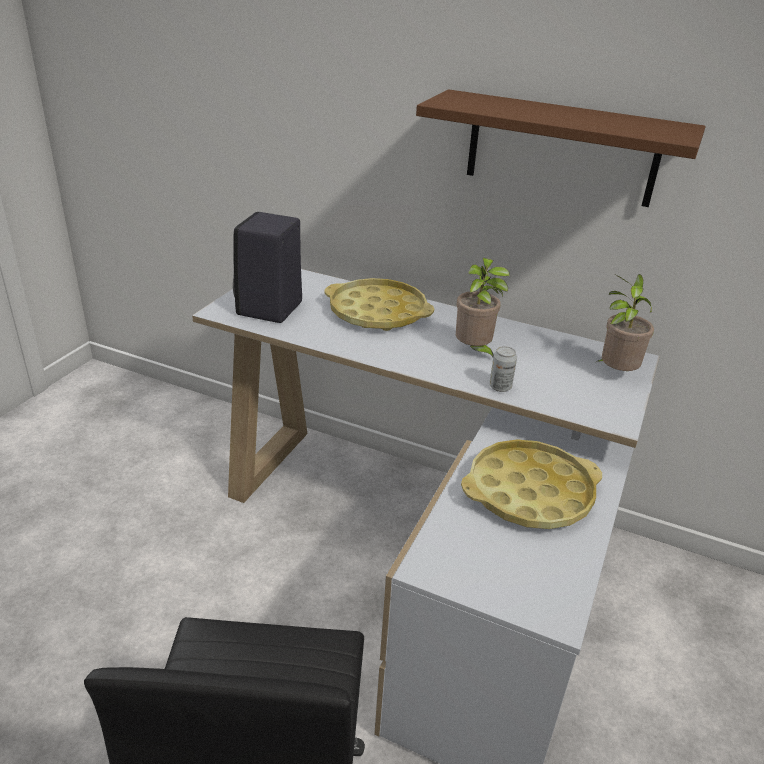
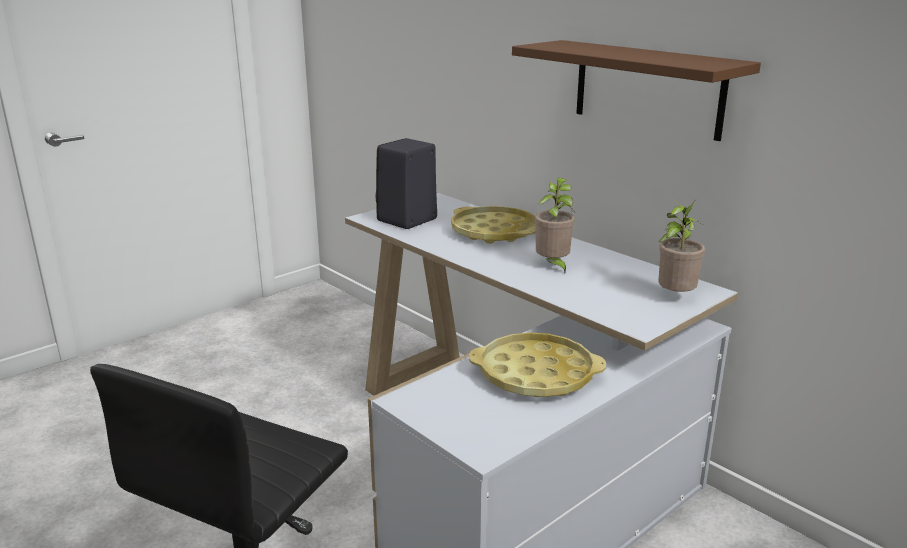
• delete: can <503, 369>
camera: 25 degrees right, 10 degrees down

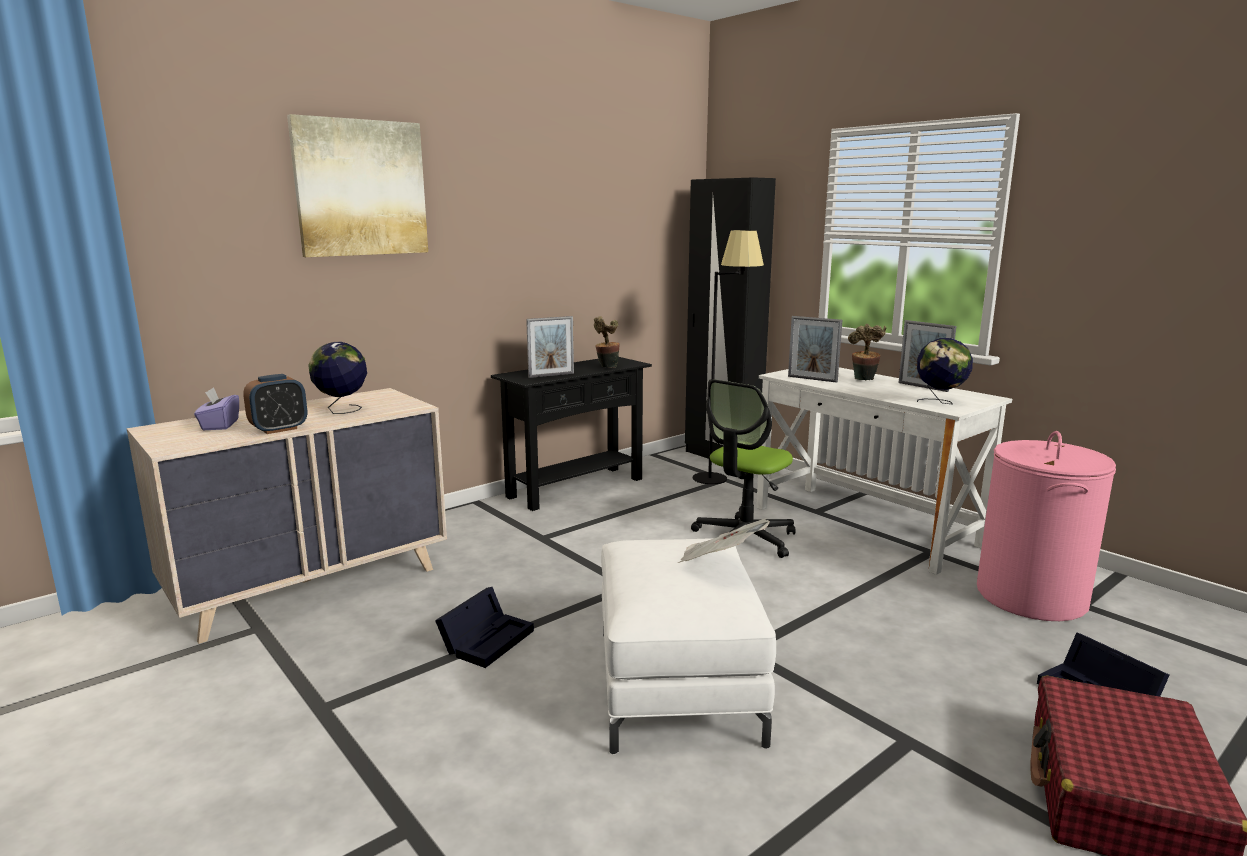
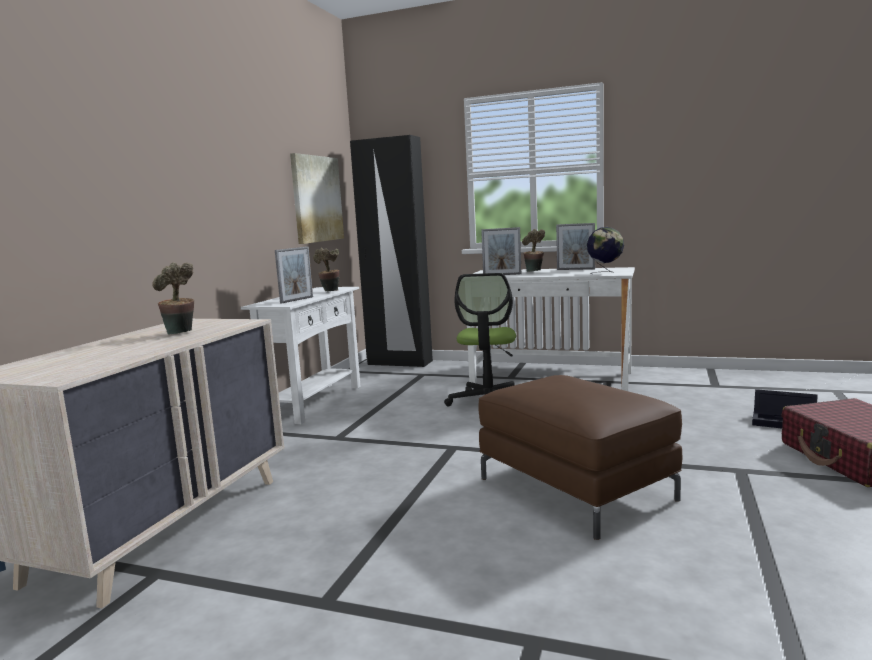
• delete: tissue box (purple) <216, 408>
• delete: alarm clock <275, 404>
• delete: storage box (black) <484, 627>
• delete: newspaper <724, 540>
• delete: floor lamp (black) <728, 357>
• delete: laundry basket (pink) <1046, 526>
• move: picture <357, 185> to <317, 198>
• replace: globe <337, 378> to potted plant <173, 298>
• recolor: console table (black) <571, 434> to console table (white) <301, 355>
• recolor: ottoman (white) <688, 646> to ottoman (brown) <581, 457>
camera: 30 degrees left, 5 degrees down

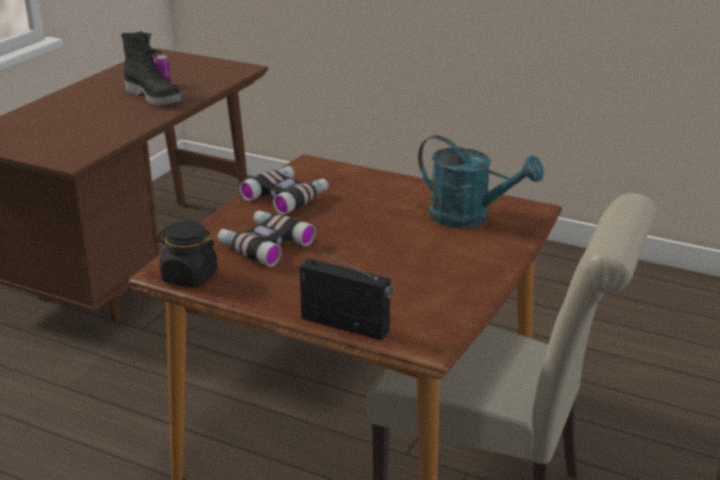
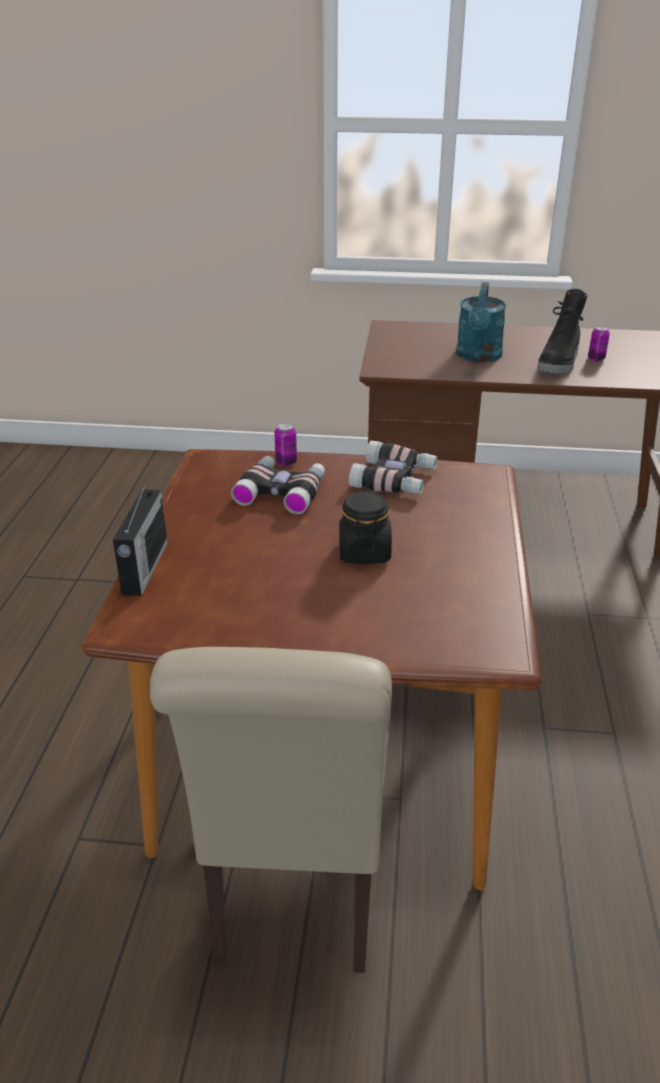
• insert: can <285, 444>
• move: jar (black) <187, 254> to <365, 527>
• move: watering can (turquoise) <481, 181> to <481, 322>
camera: 70 degrees right, 5 degrees up

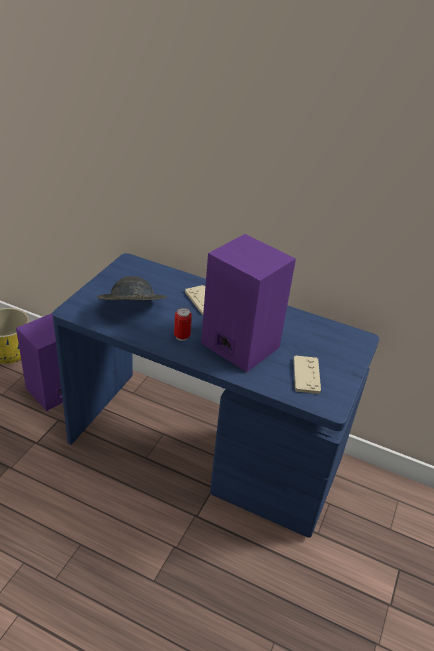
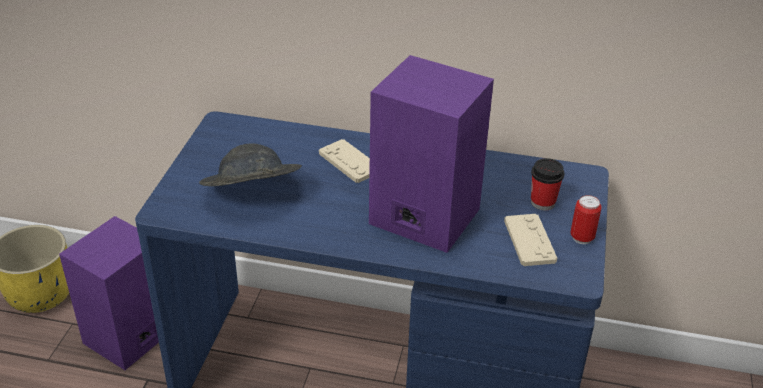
• insert: cup <547, 184>
• move: can <183, 324> to <586, 219>
camera: 10 degrees left, 0 degrees up

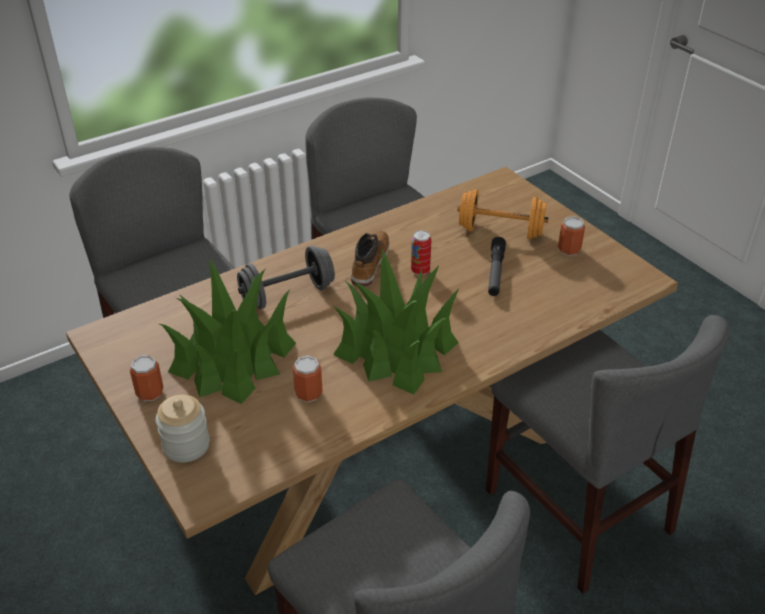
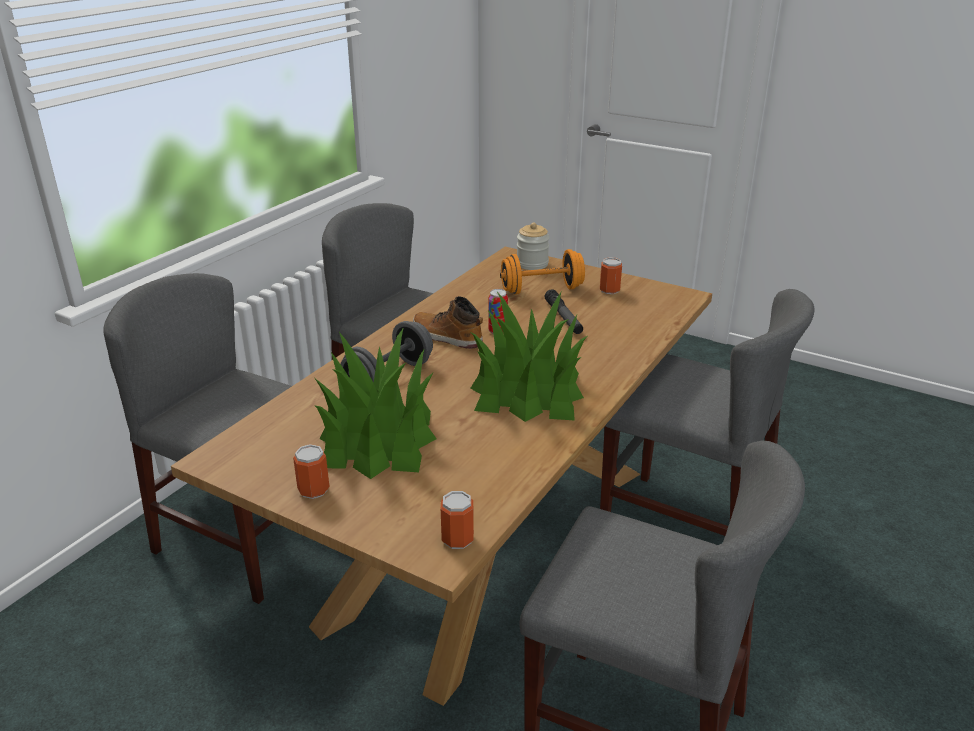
• move: jar <183, 428> to <533, 246>
• move: can <308, 379> to <457, 520>
• rotate: boot <370, 258> = <448, 322> 45 degrees counterclockwise
camera: 25 degrees left, 10 degrees down

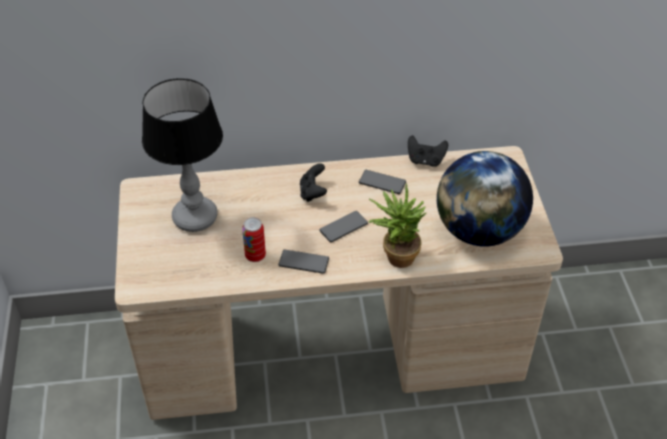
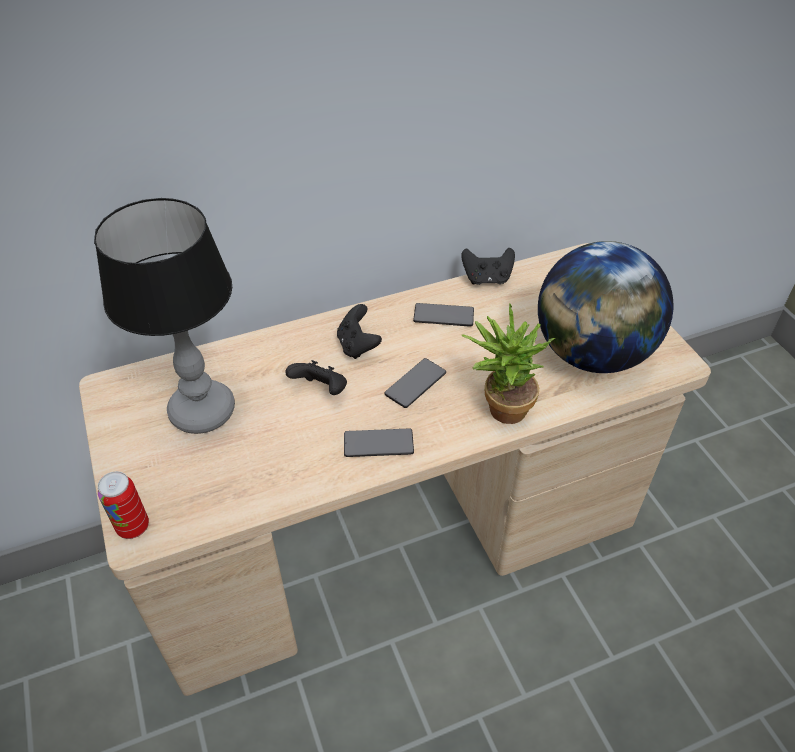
• insert: game controller (black) <316, 377>
• move: can <254, 239> to <123, 505>
camera: 15 degrees left, 0 degrees up

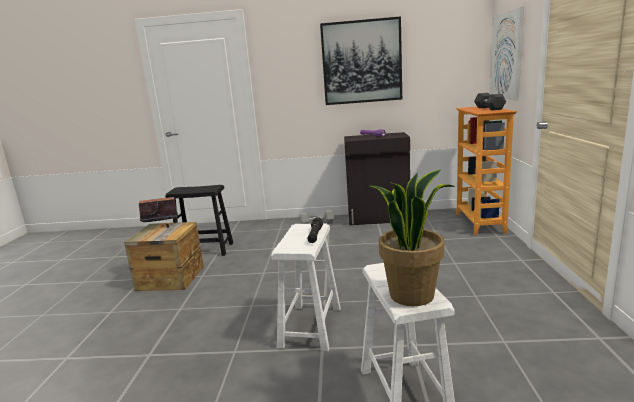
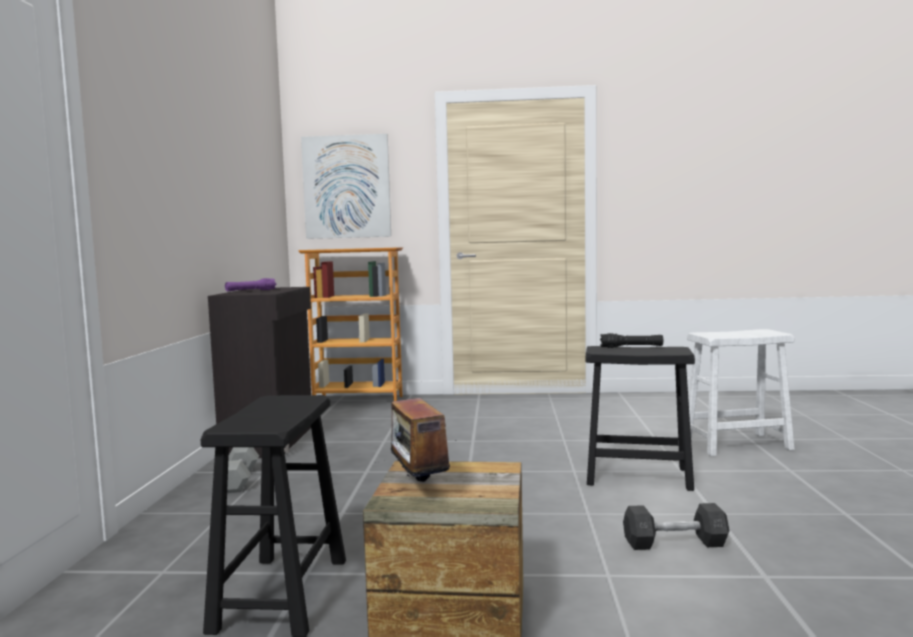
• delete: picture <361, 60>
• delete: potted plant <413, 238>
• move: dumbbell (grey) <490, 101> to <676, 526>
• recolor: stool (white) <306, 287> to stool (black) <640, 418>
camera: 90 degrees left, 10 degrees down

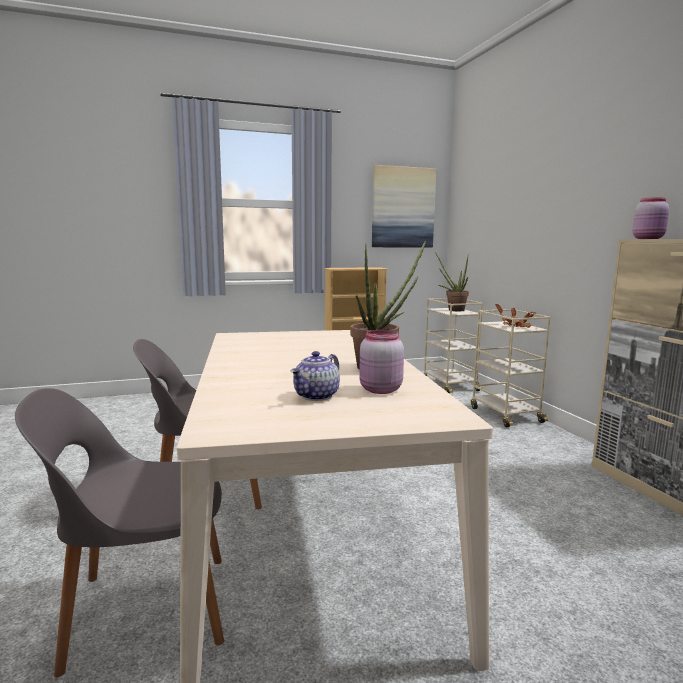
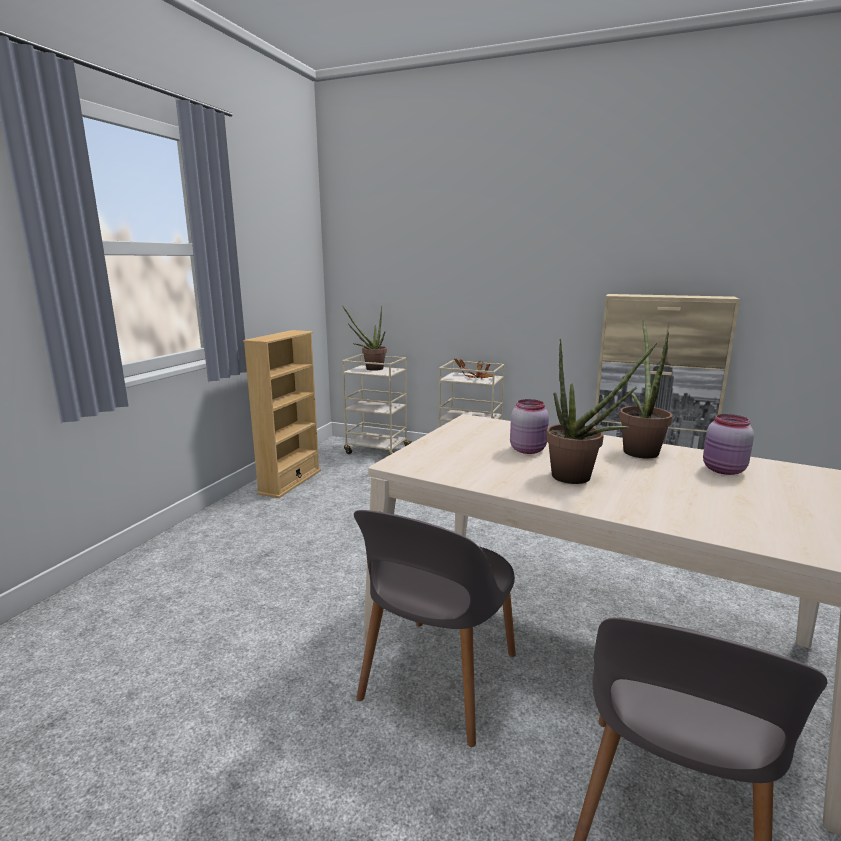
• delete: teapot <315, 376>
• delete: picture <404, 206>
• insert: potted plant <601, 411>
• move: jar (pink) <650, 218> to <529, 426>
camera: 50 degrees left, 5 degrees up

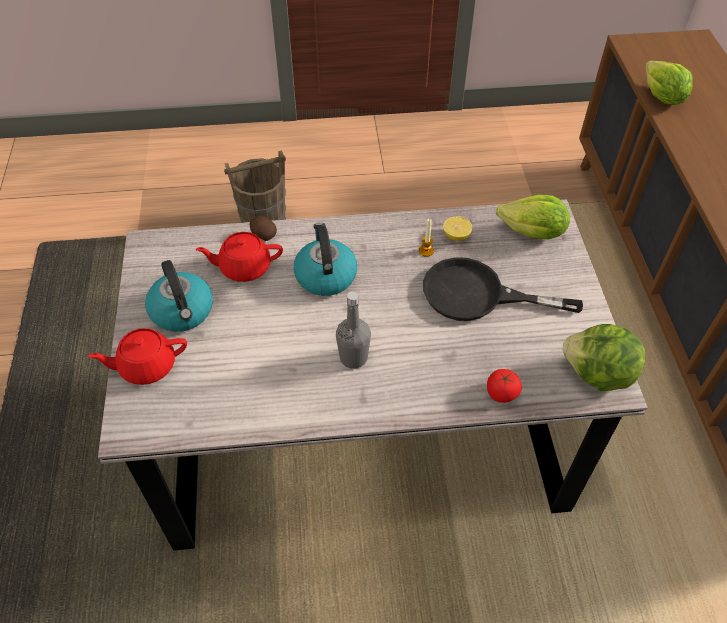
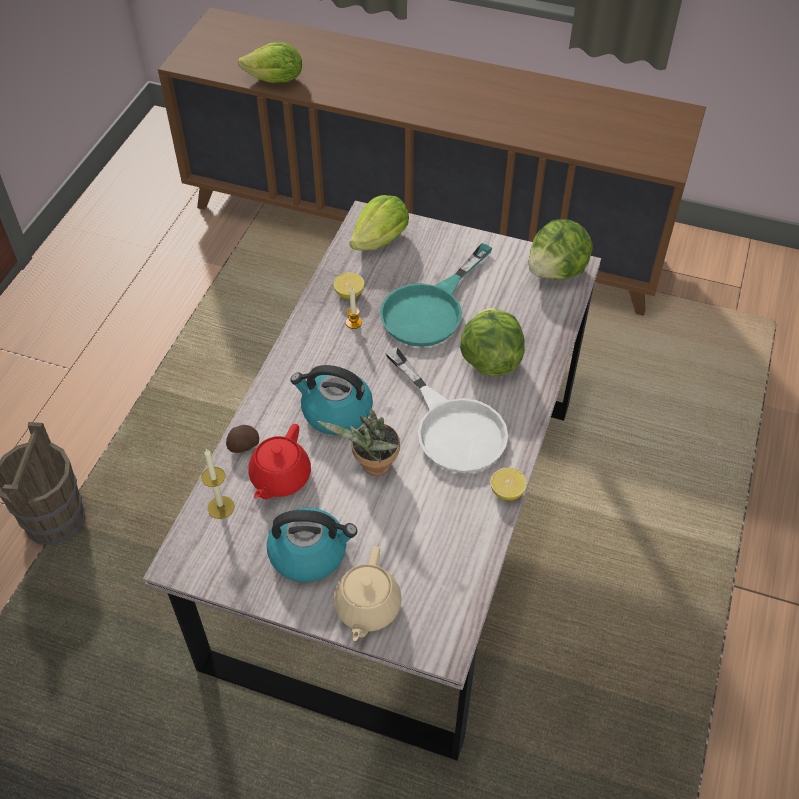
• delete: tomato <504, 386>
• insert: candle <218, 484>
• insert: potted plant <358, 442>
• insert: lettuce <492, 342>
• insert: lemon <508, 484>
• replace: bottle (grey) <353, 330> to frying pan (white) <447, 410>
• recolor: teapot (red) <137, 356> to teapot (beige) <367, 593>
• recolor: frying pan (black) <503, 289> to frying pan (turquoise) <436, 295>
camera: 65 degrees left, 0 degrees up

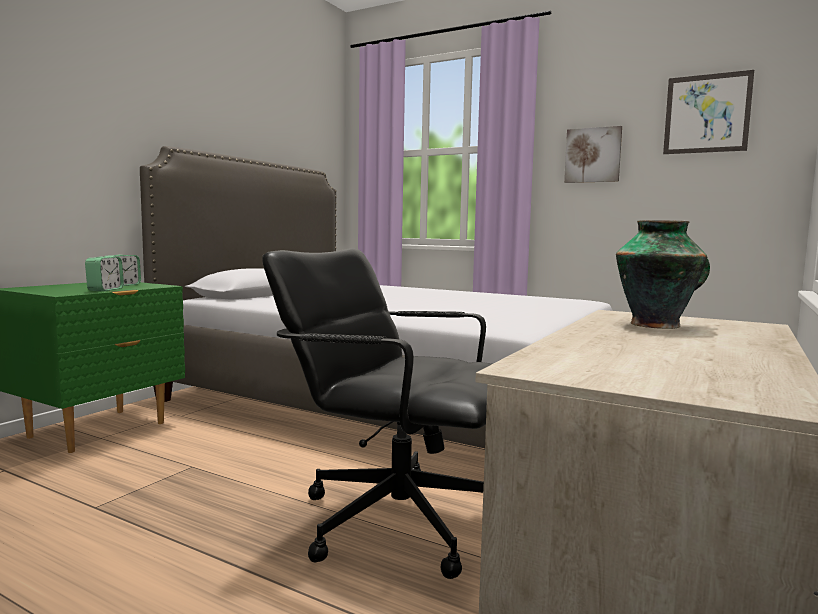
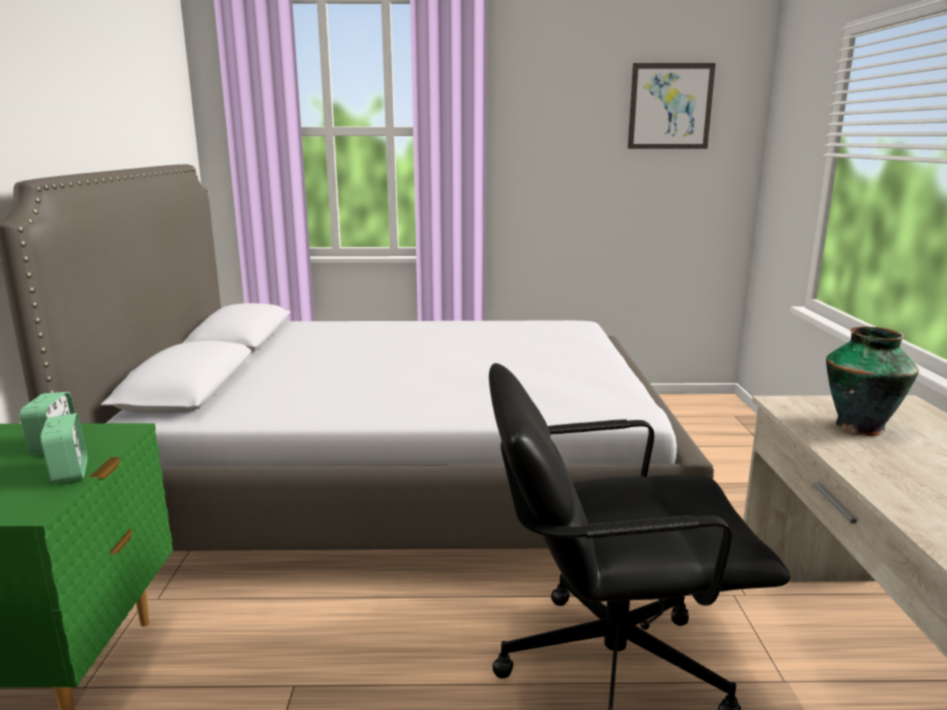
• delete: picture <593, 154>
camera: 30 degrees left, 10 degrees up

